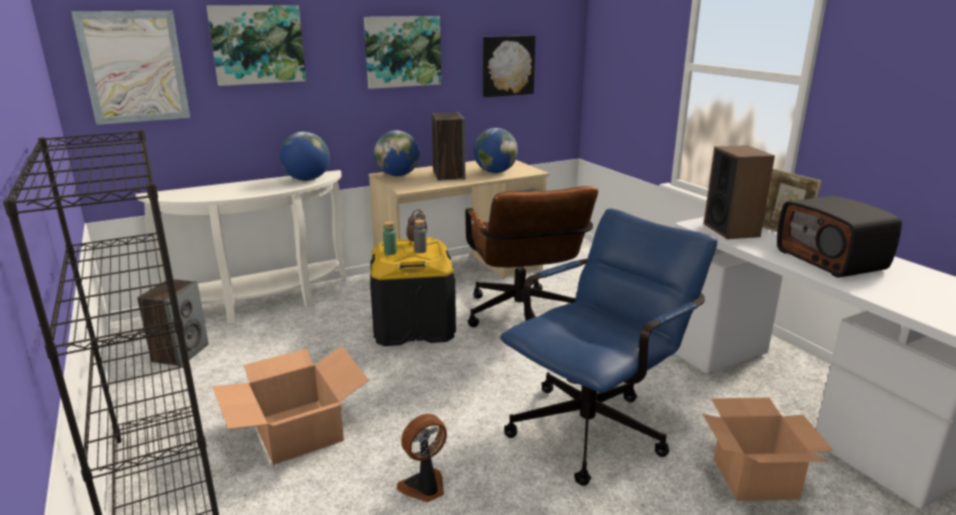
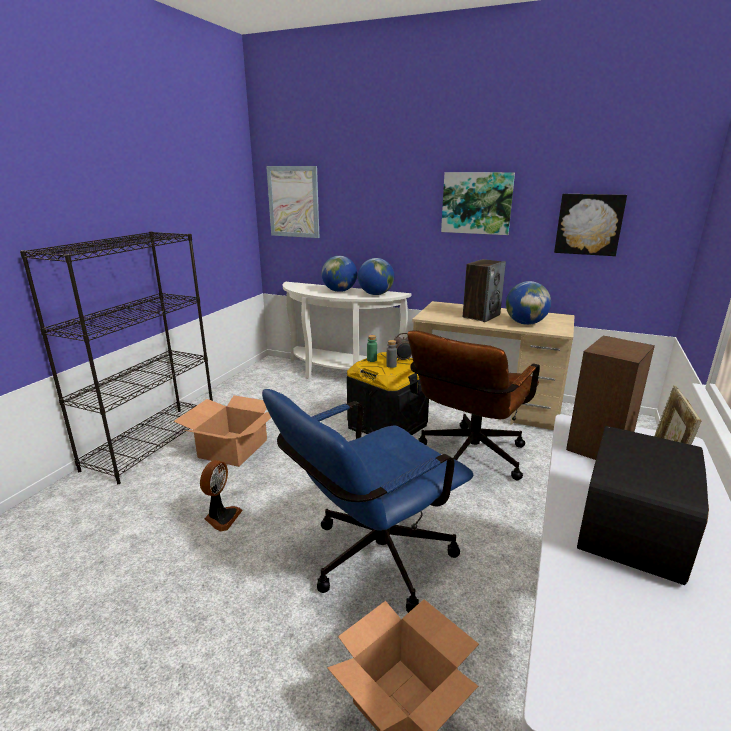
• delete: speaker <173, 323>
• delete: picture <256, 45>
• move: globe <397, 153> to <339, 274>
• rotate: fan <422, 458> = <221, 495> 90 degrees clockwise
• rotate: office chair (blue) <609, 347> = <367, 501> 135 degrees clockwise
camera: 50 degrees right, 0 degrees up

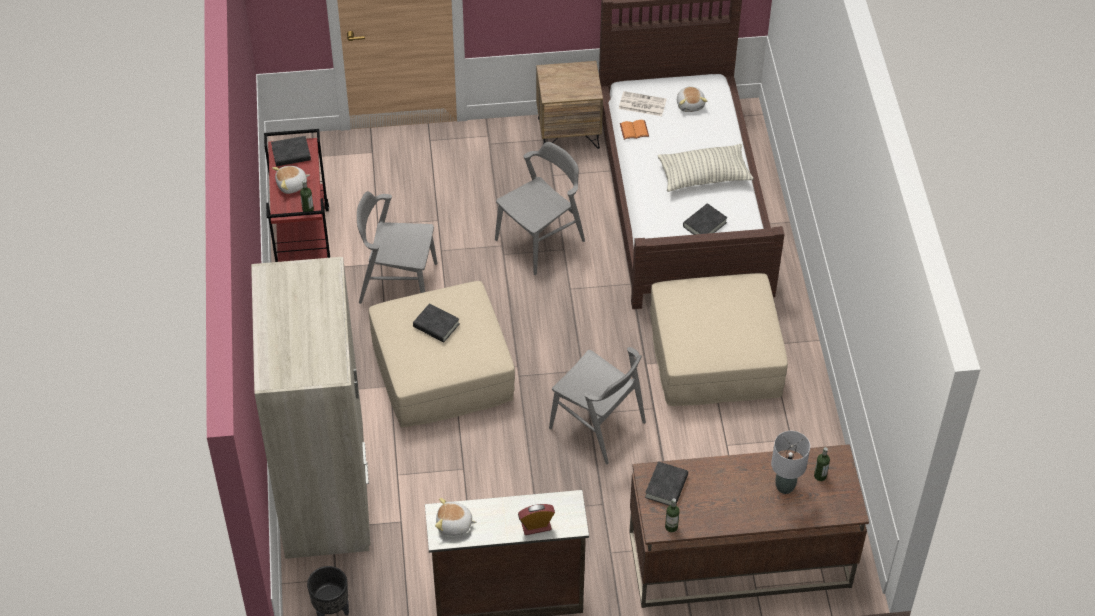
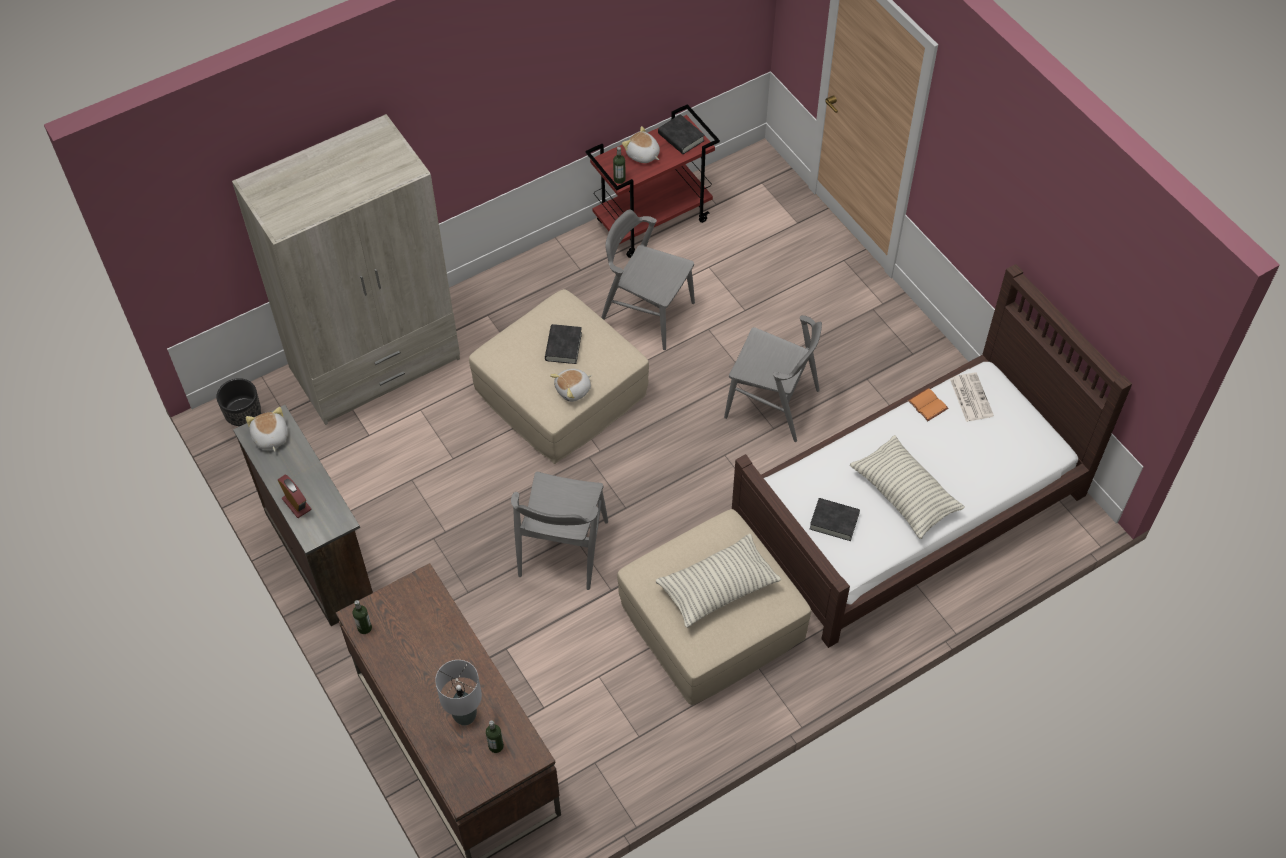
• delete: nightstand (brown) <569, 105>
• delete: book (black) <666, 483>
• insert: pillow <718, 581>
• move: plush toy <692, 99> to <571, 385>
• rotate: chair (grey) <397, 247> = <648, 279> 45 degrees counterclockwise
camera: 65 degrees right, 5 degrees up

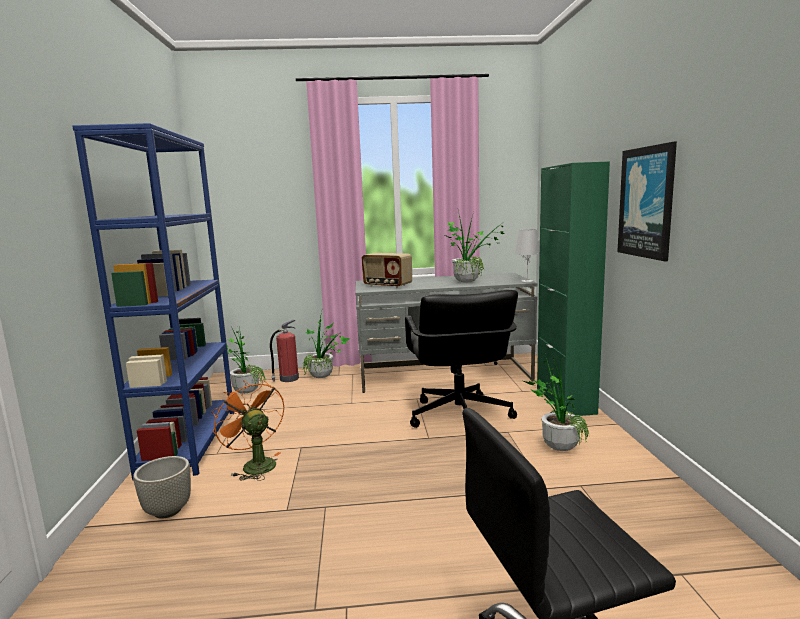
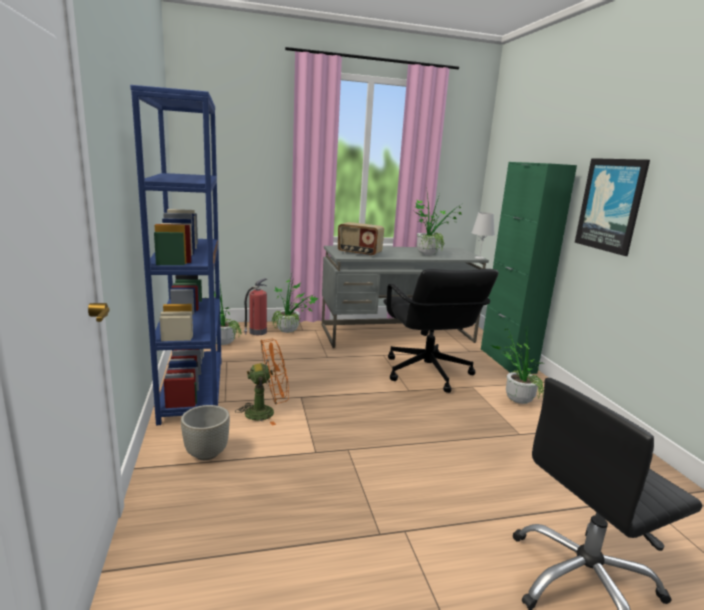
• rotate: fan (orange) <248, 430> = <262, 382> 120 degrees clockwise
camera: 10 degrees left, 5 degrees up

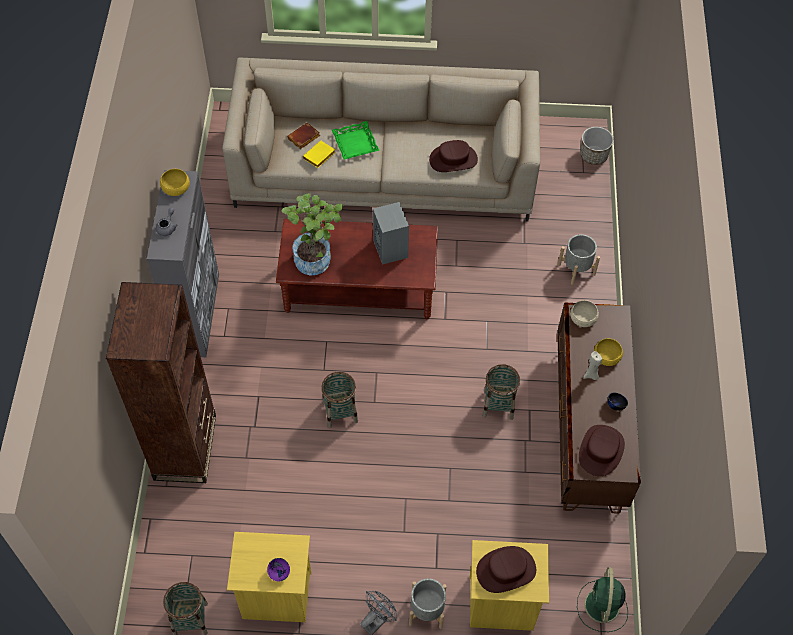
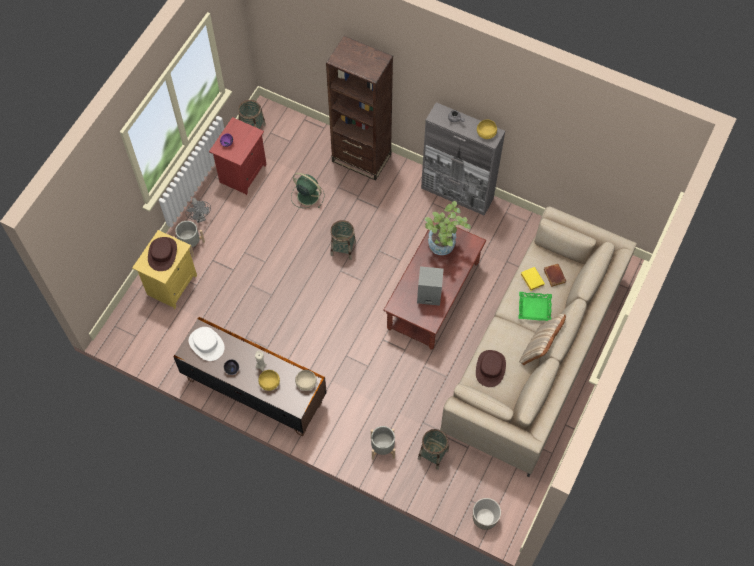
• insert: pillow (beige) <542, 339>
• move: basket <501, 392> to <433, 449>
• move: fan (green) <602, 599> to <308, 190>
• recolor: nightstand (yellow) <269, 577> to nightstand (red) <238, 156>
• recolor: hat (brown) <602, 450> to hat (white) <206, 344>
camera: 115 degrees right, 5 degrees up

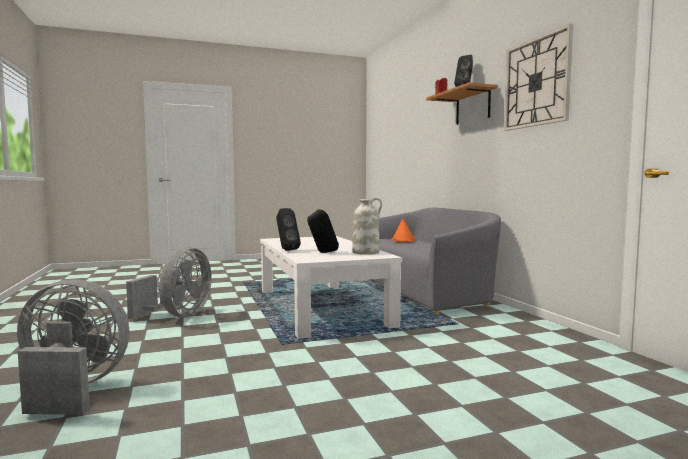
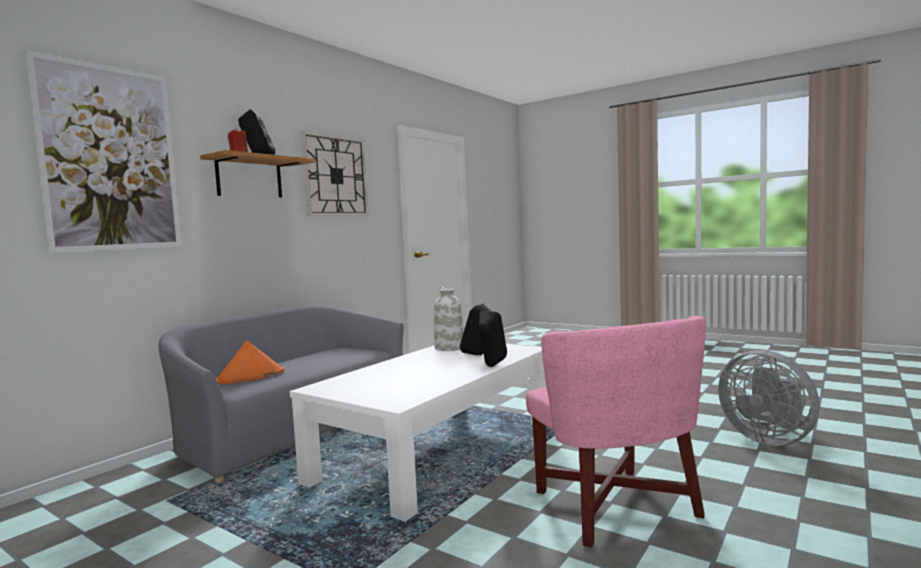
• insert: picture <103, 151>
• replace: fan (grey) <169, 283> to armchair (pink) <616, 431>
camera: 125 degrees left, 0 degrees up

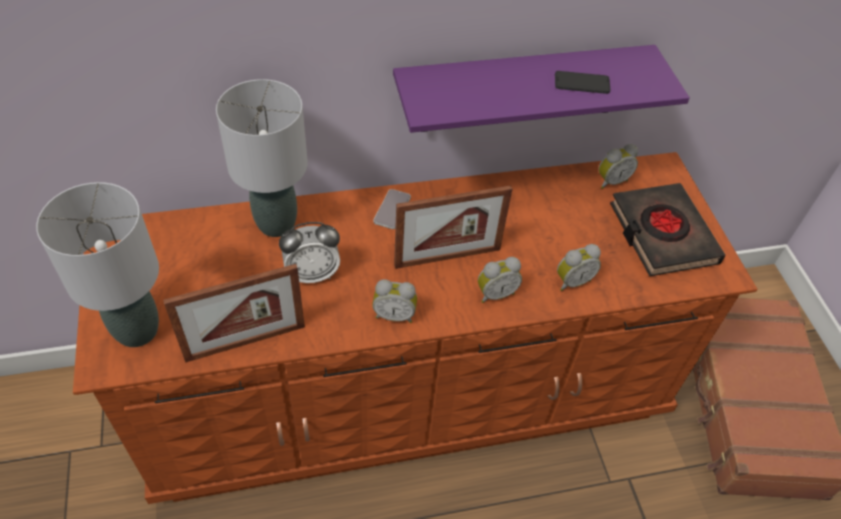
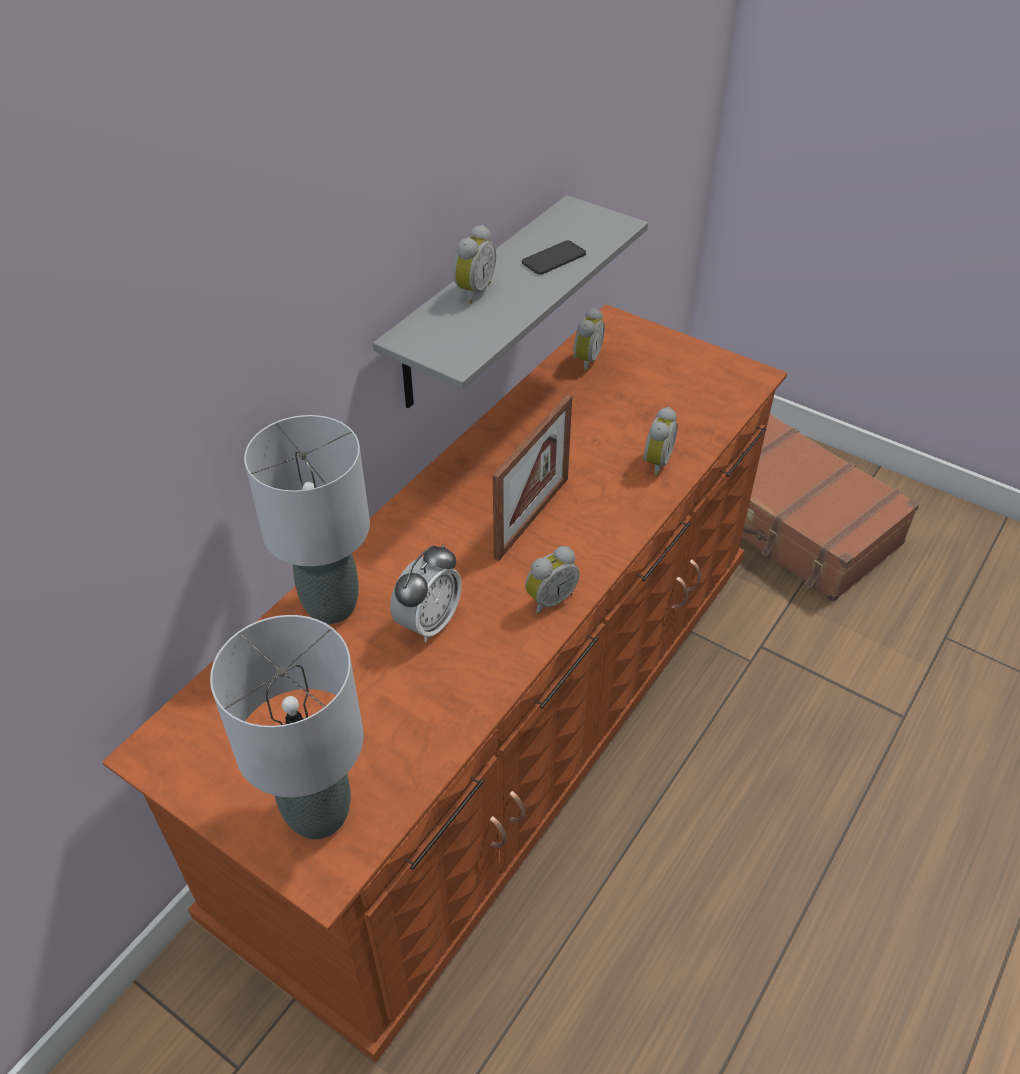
• delete: picture frame <234, 313>
• delete: phone <392, 209>
• delete: book (black) <668, 229>
• move: alarm clock <500, 280> to <474, 264>
• recolor: shelf (purple) <541, 89> to shelf (grey) <510, 301>
camera: 40 degrees left, 5 degrees down

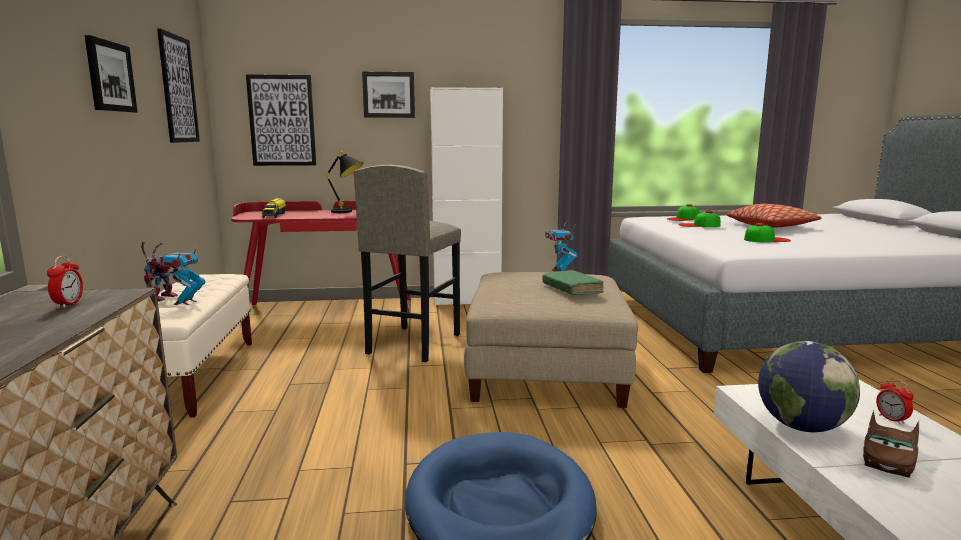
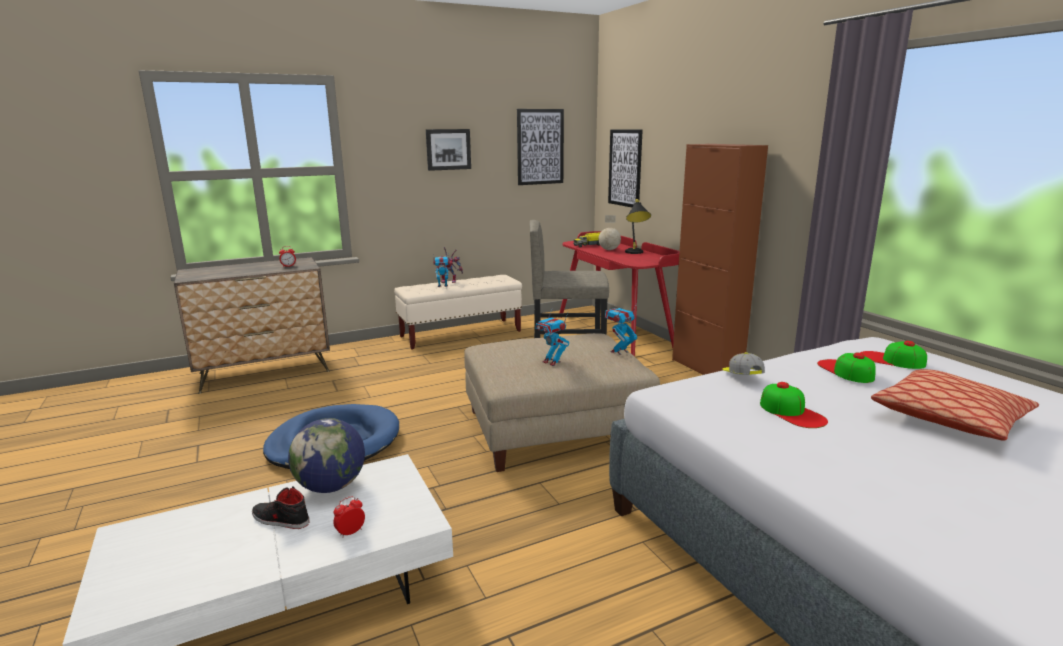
• delete: picture <388, 95>
• insert: globe <610, 232>
• insert: cap <744, 363>
• replace: book (green) <573, 282> to toy robot <552, 336>
• replace: toy car (brown) <891, 444> to shoe (black) <281, 507>
• recolor: cabinet (white) <466, 196> to cabinet (brown) <720, 259>
camera: 70 degrees right, 5 degrees up

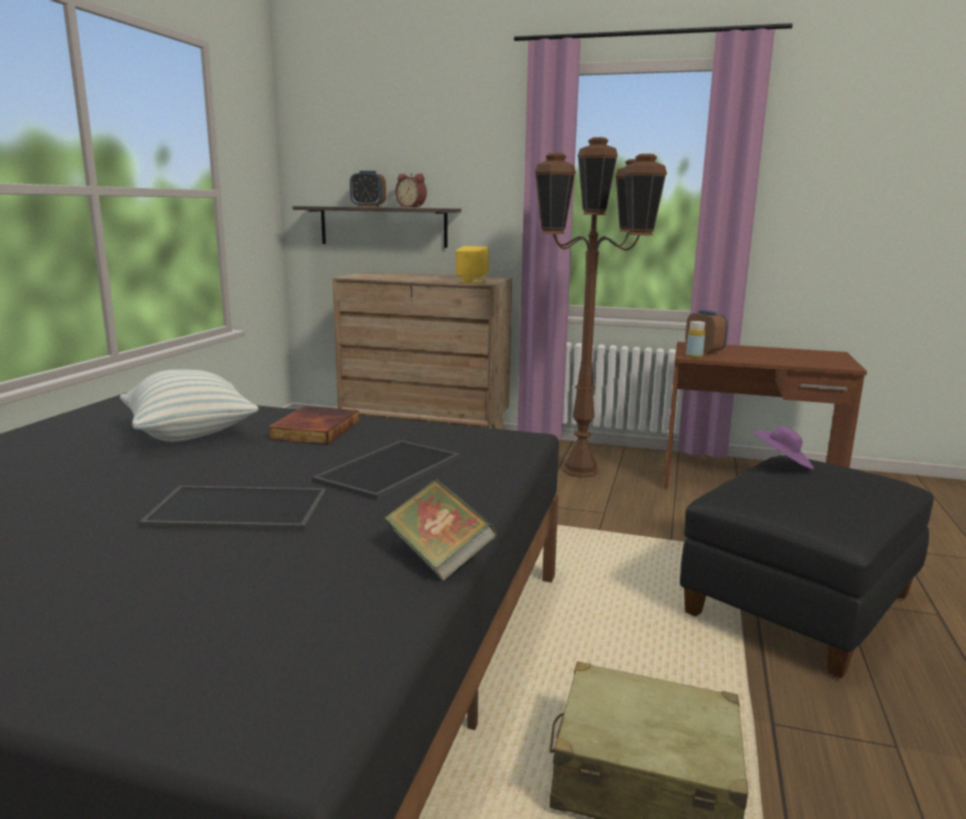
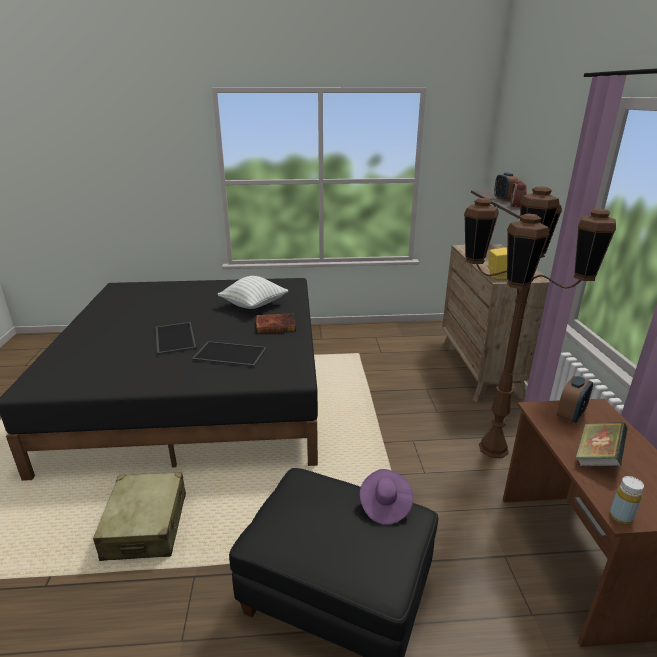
• move: book <440, 530> to <602, 444>
• move: bottle (yellow) <695, 339> to <627, 500>
camera: 70 degrees right, 10 degrees up

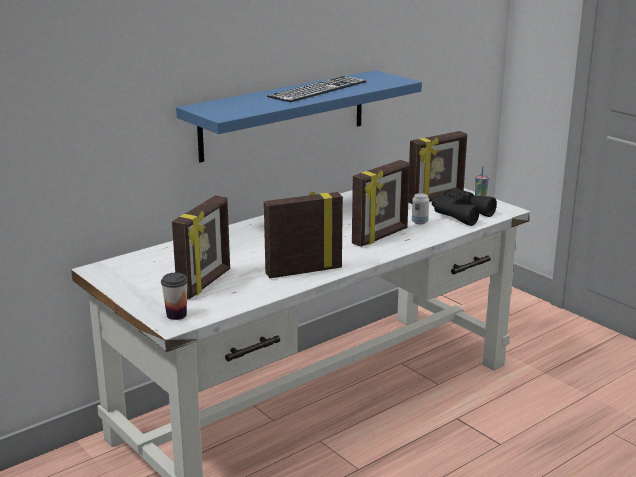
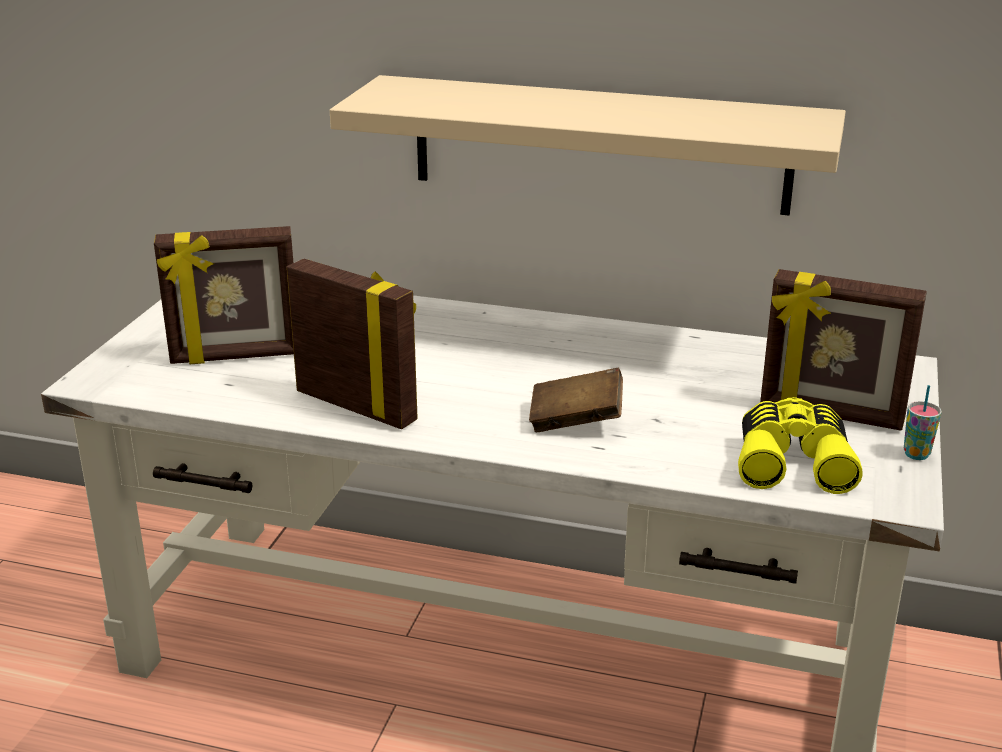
• delete: cup <174, 296>
• delete: keyboard <317, 89>
• delete: can <420, 209>
• replace: picture frame <381, 203> to book (brown) <576, 400>
• recolor: shelf (blue) <299, 116> to shelf (beige) <588, 145>
• recolor: binoculars (black) <464, 207> to binoculars (yellow) <800, 445>
camera: 55 degrees right, 5 degrees up

